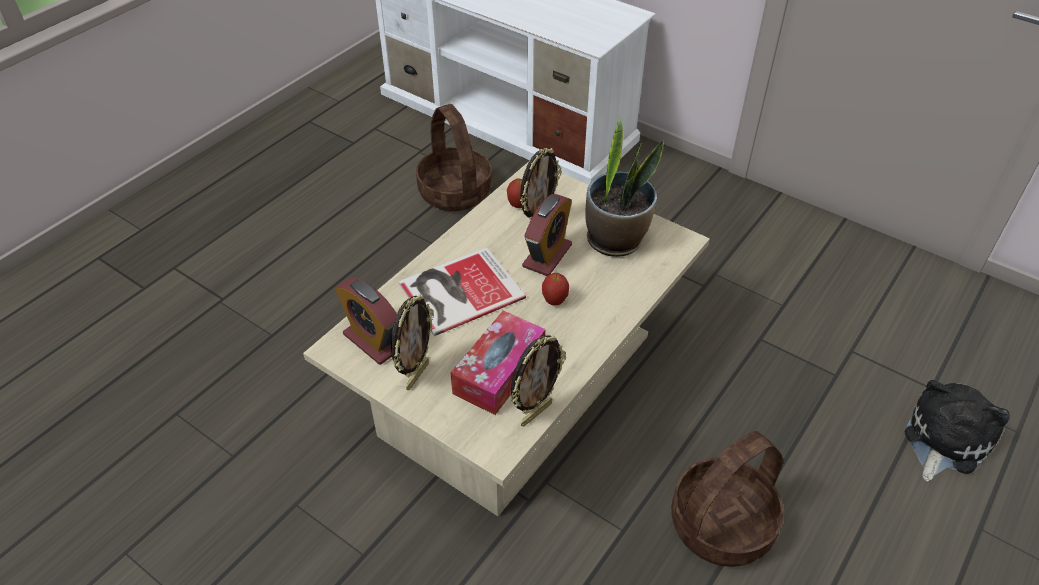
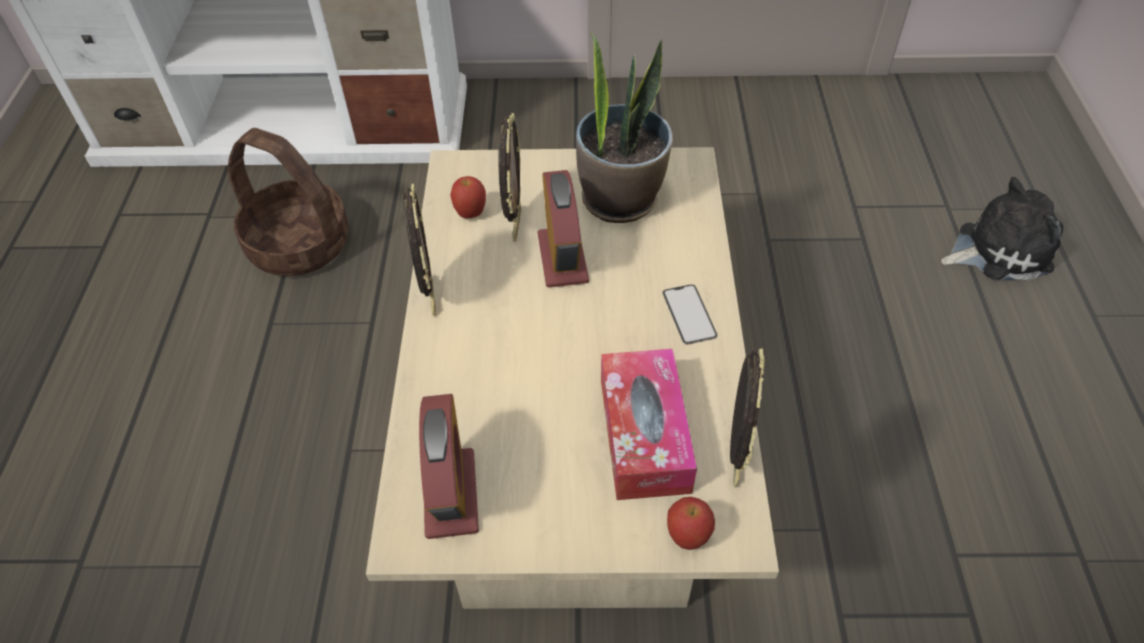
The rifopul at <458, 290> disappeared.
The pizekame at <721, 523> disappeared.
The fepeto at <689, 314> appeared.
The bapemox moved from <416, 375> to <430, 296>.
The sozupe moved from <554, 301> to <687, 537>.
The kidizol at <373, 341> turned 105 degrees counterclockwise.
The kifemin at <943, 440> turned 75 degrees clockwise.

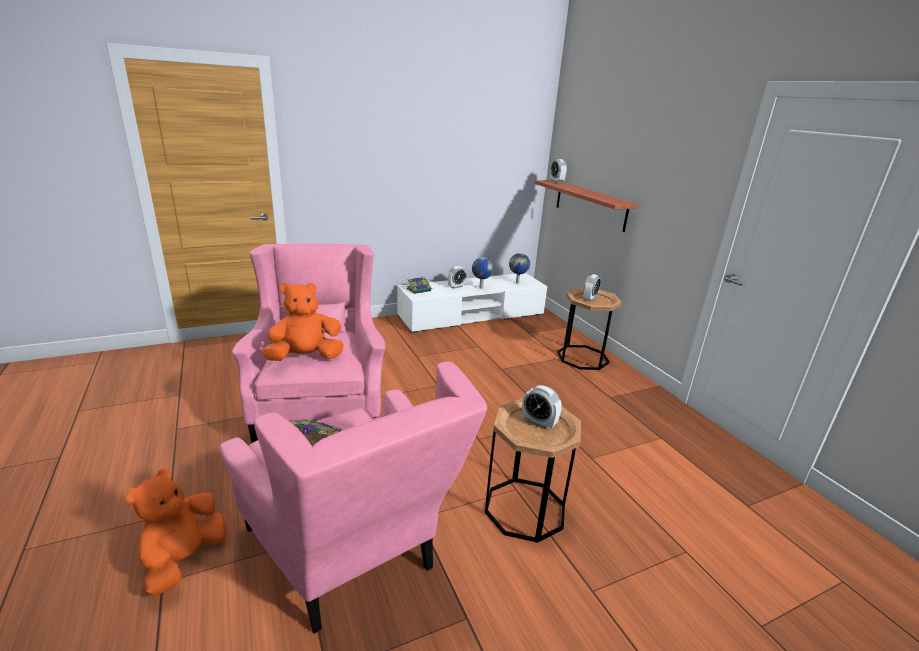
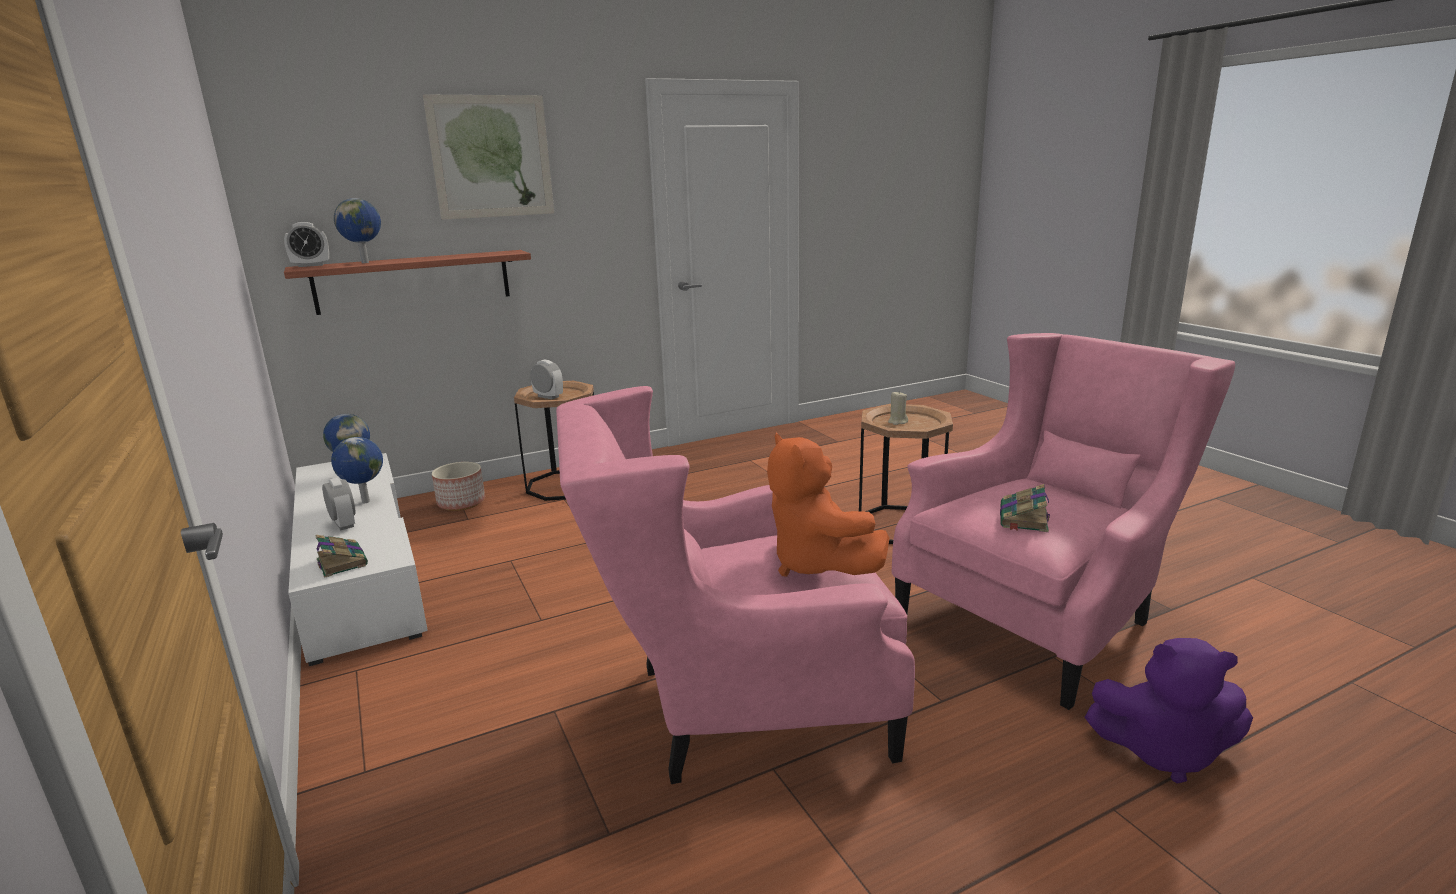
The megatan at <366, 262> appeared.
The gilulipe at <491, 157> appeared.
The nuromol at <461, 503> appeared.
The kidizol at <539, 422> was replaced by the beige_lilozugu at <897, 422>.
The orange_kifemin at <184, 559> became the purple_kifemin at <1162, 751>.

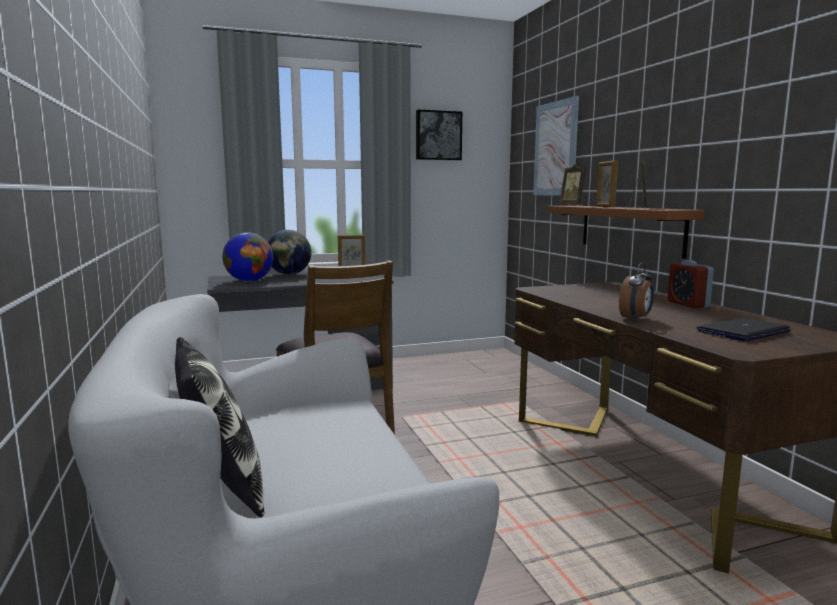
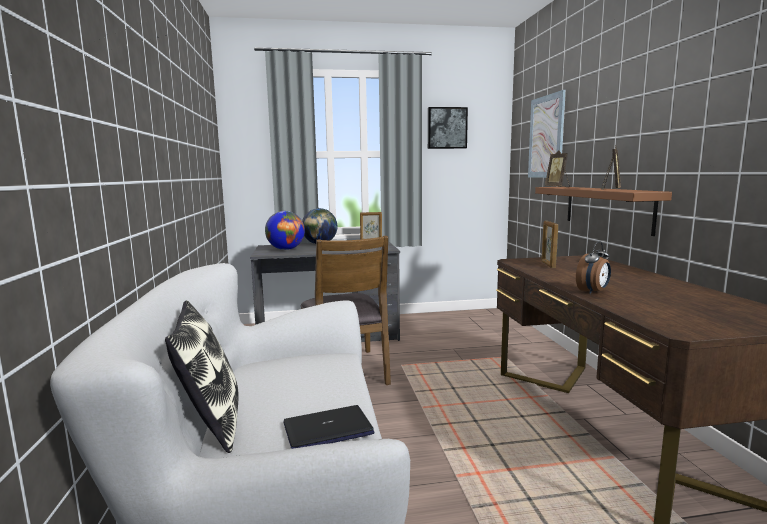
The kidizol at <687, 304> disappeared.
The bapemox moved from <605, 206> to <548, 265>.
The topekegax moved from <743, 331> to <328, 429>.

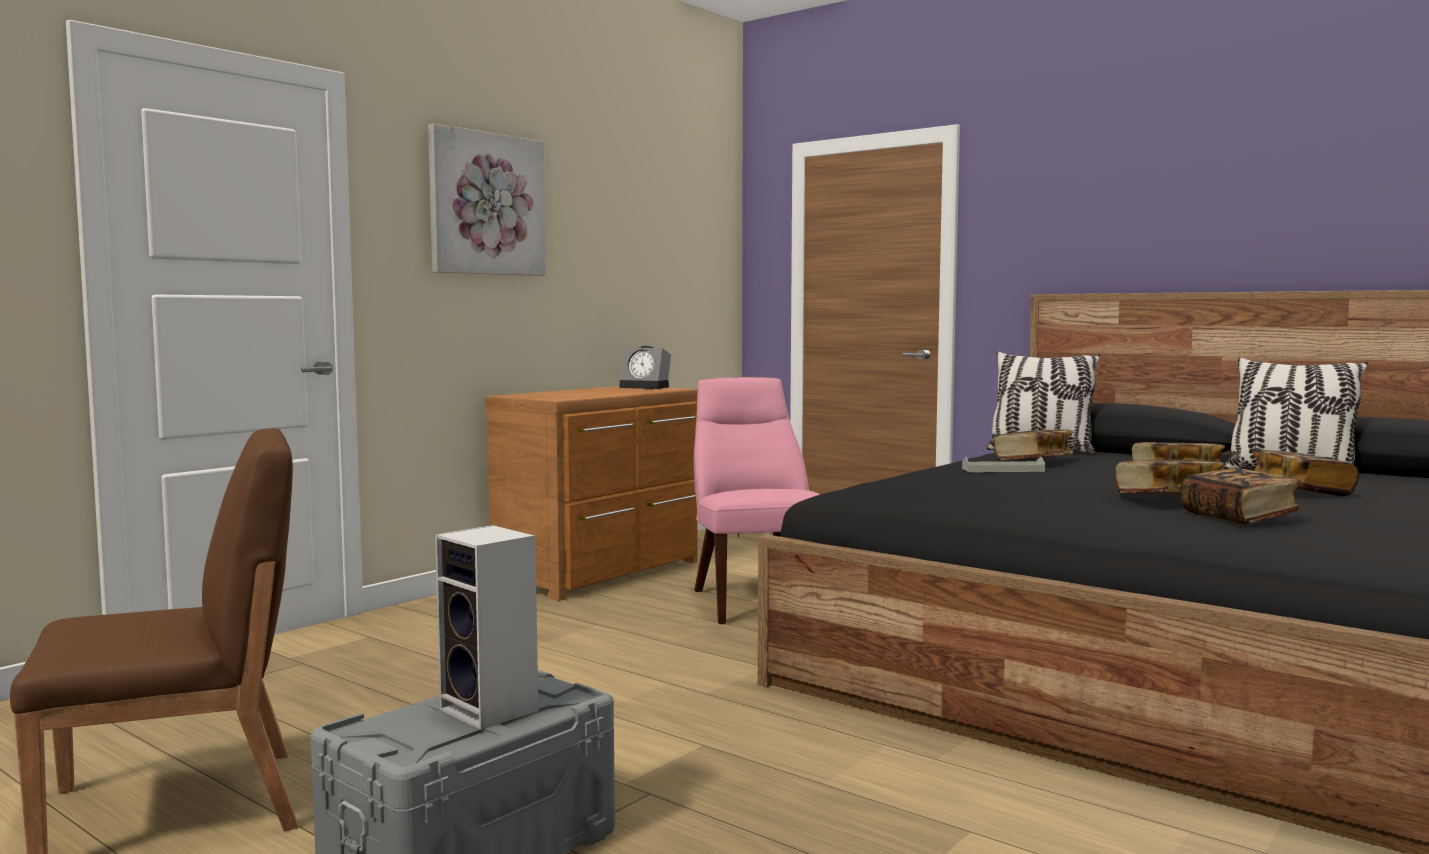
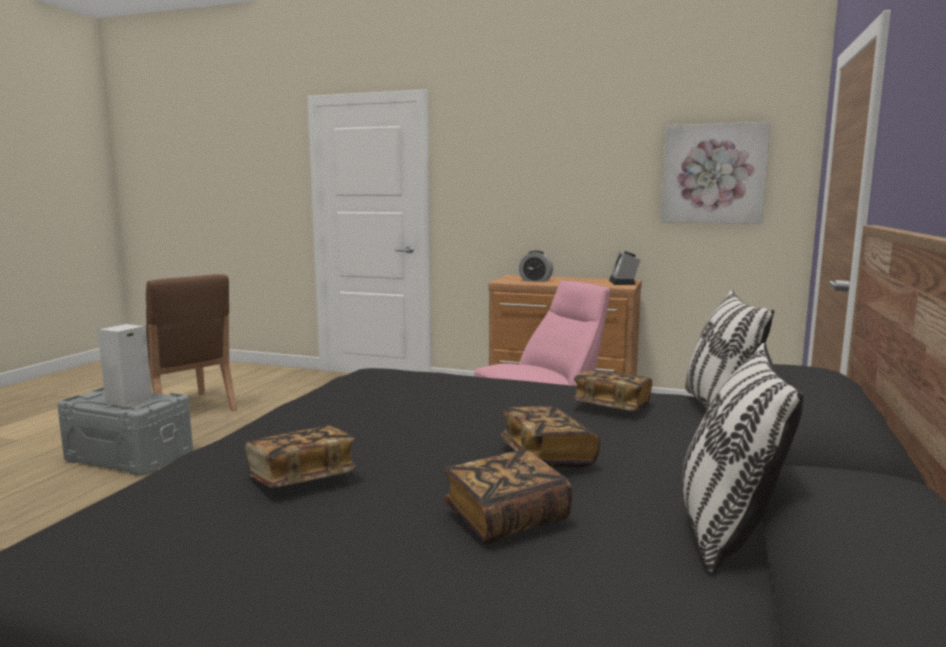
The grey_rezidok at <1003, 470> disappeared.
The rifopul at <1168, 498> disappeared.
The kidizol at <535, 280> appeared.
The gilulipe moved from <486, 204> to <713, 174>.

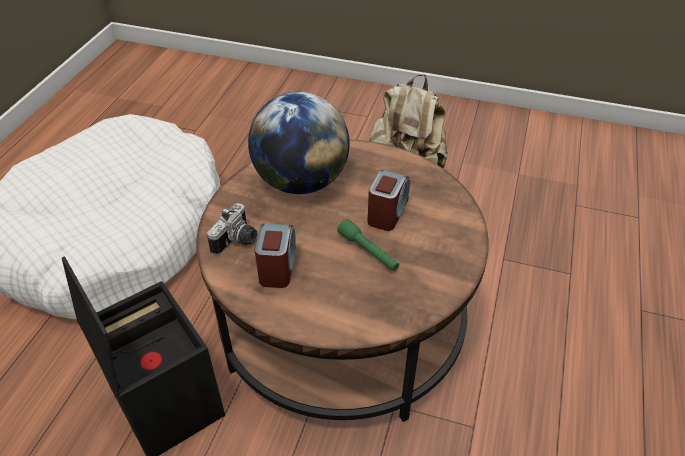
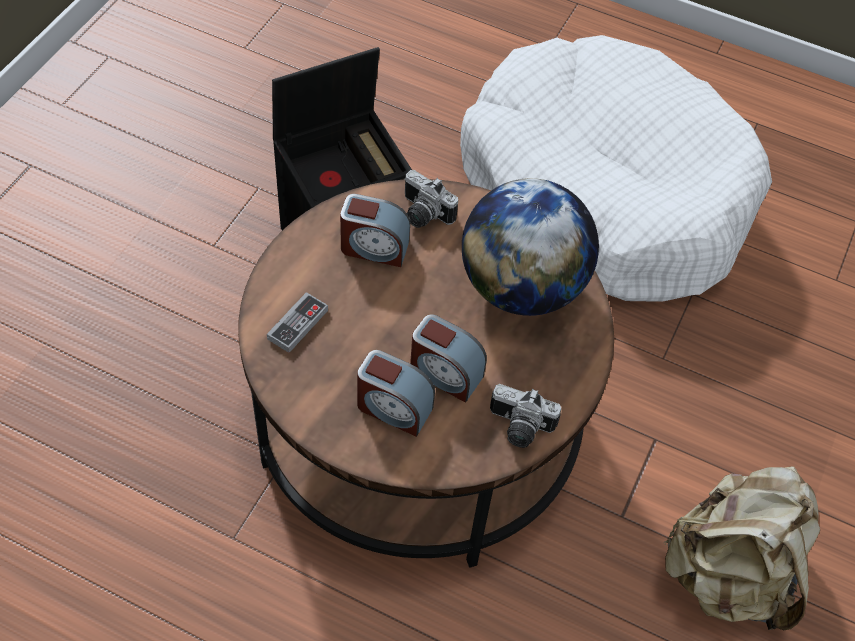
The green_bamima at <368, 252> disappeared.
The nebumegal at <298, 324> appeared.
The kidizol at <393, 408> appeared.
The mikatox at <518, 428> appeared.

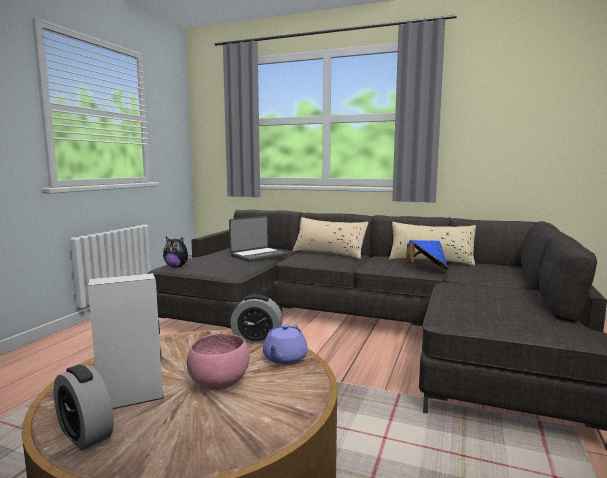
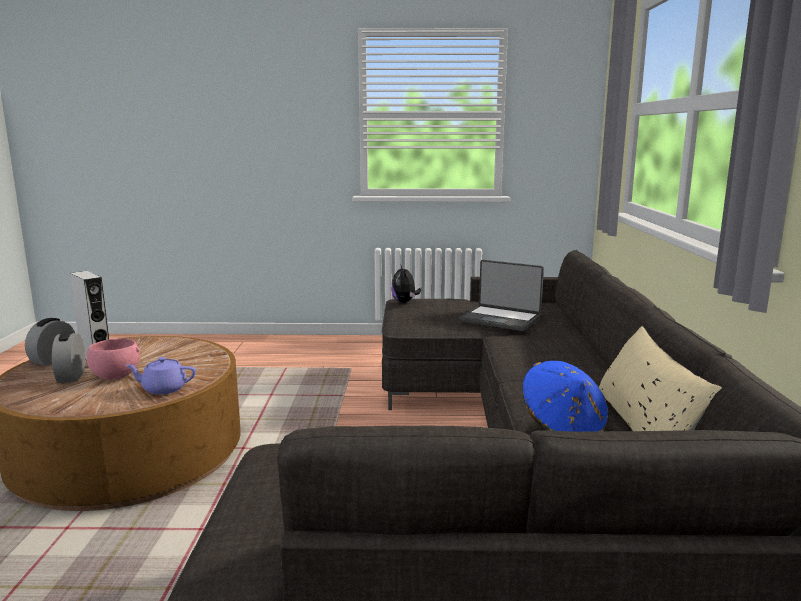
The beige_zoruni at <329, 253> disappeared.
The kidizol moved from <257, 339> to <71, 376>.

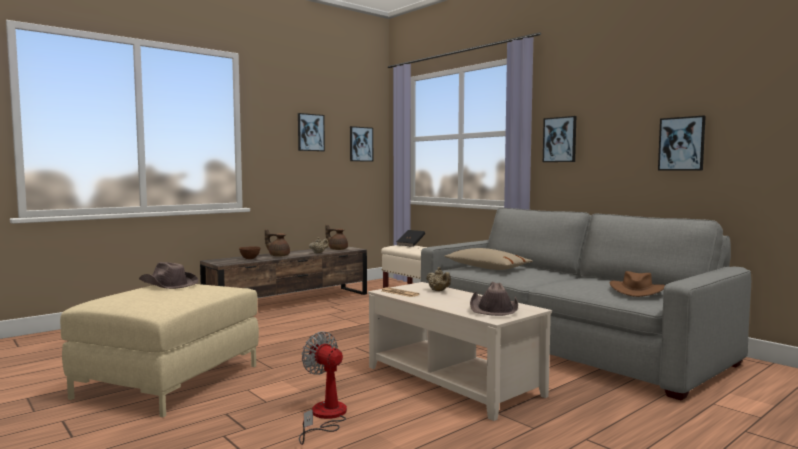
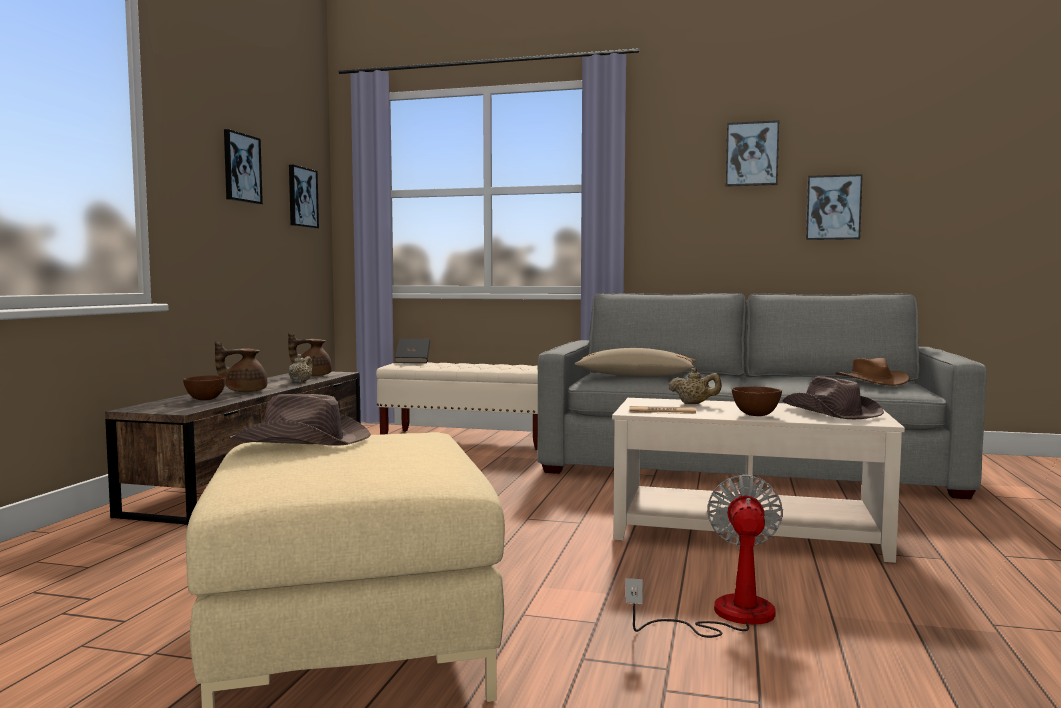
The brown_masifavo at <755, 415> appeared.
The gilulipe moved from <560, 139> to <752, 154>.
The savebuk at <325, 417> turned 90 degrees clockwise.

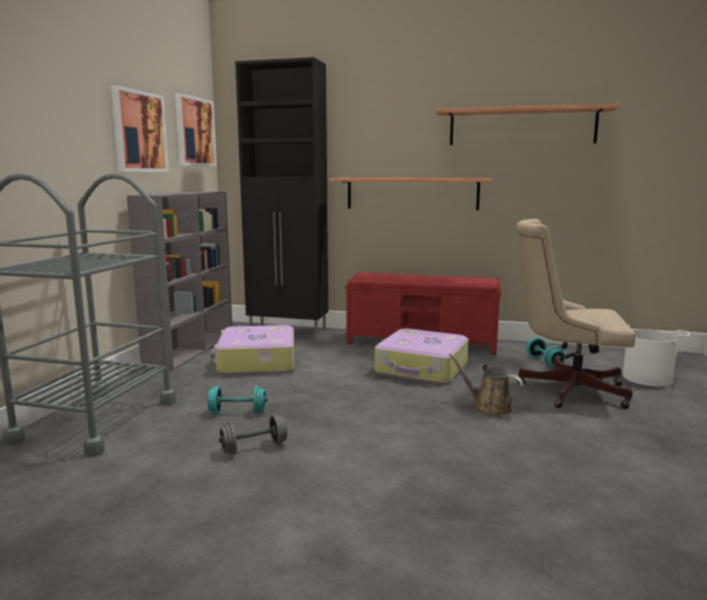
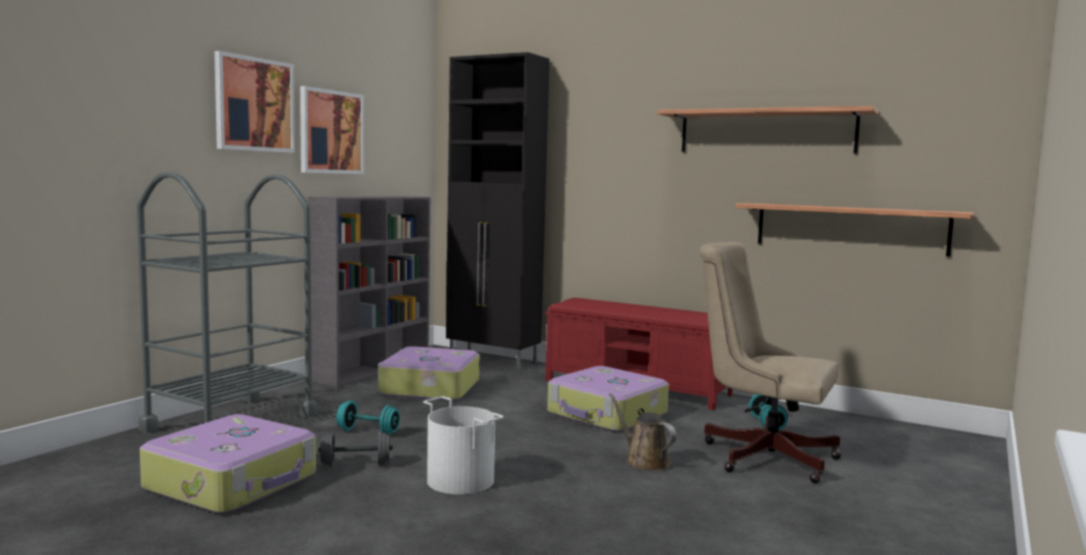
The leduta at <233, 482> appeared.
The gilulipe moved from <195, 132> to <254, 104>.
The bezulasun moved from <412, 193> to <850, 228>.
The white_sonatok moved from <647, 378> to <459, 481>.

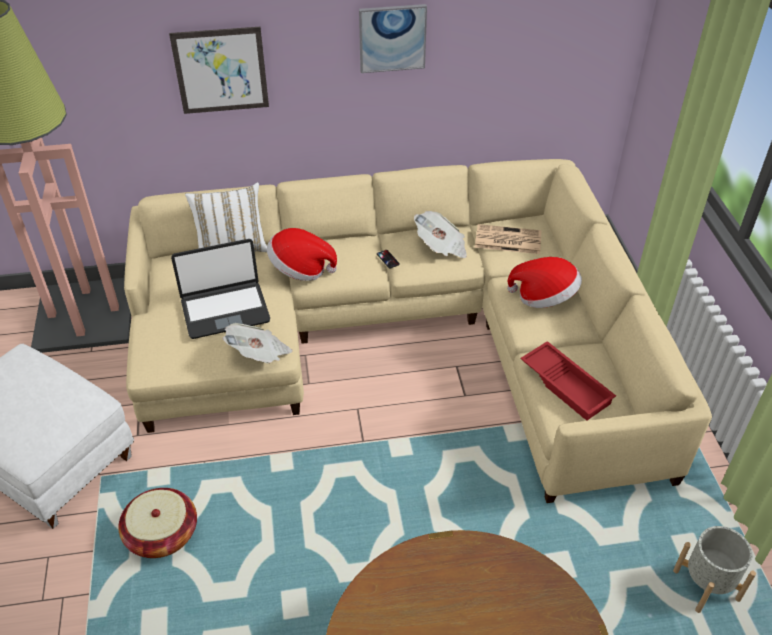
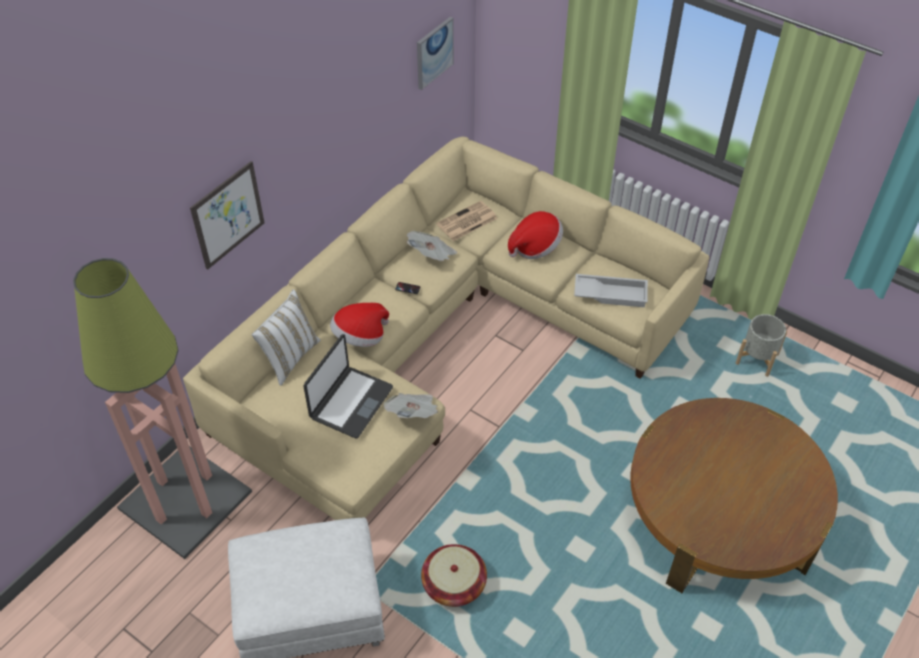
The gilulipe moved from <392, 38> to <434, 52>.
The red_rezidok at <567, 384> became the white_rezidok at <610, 293>.

